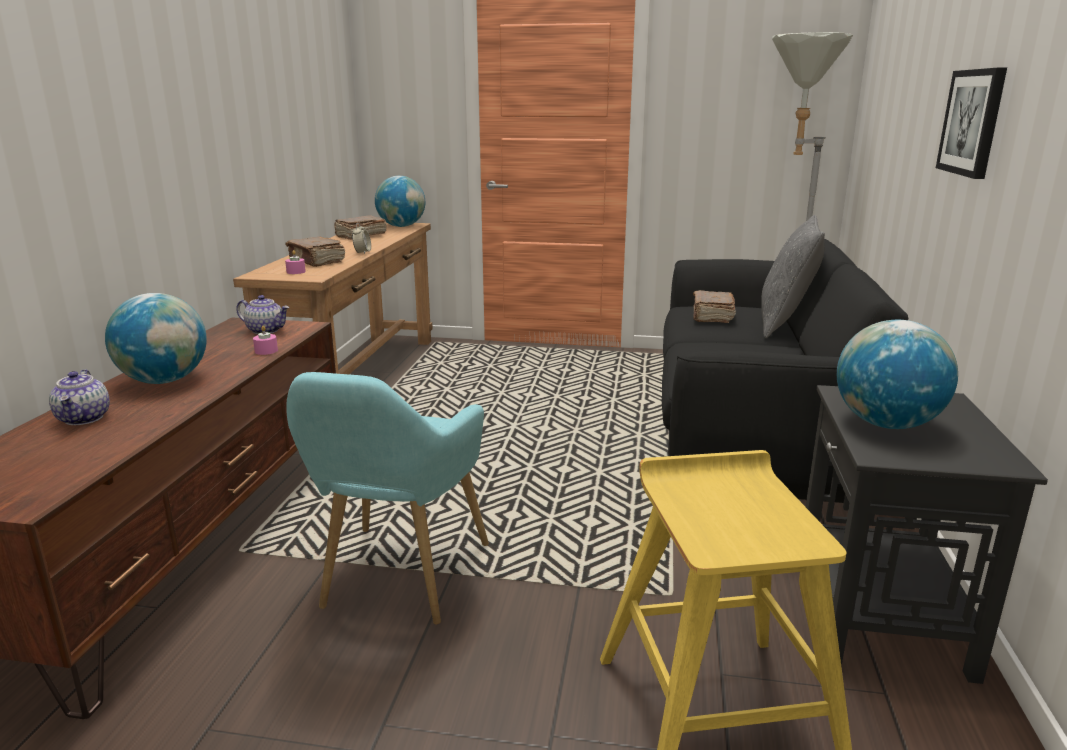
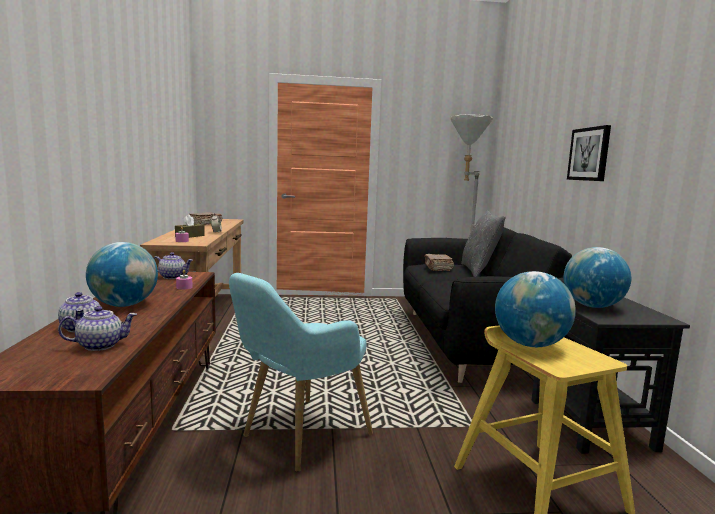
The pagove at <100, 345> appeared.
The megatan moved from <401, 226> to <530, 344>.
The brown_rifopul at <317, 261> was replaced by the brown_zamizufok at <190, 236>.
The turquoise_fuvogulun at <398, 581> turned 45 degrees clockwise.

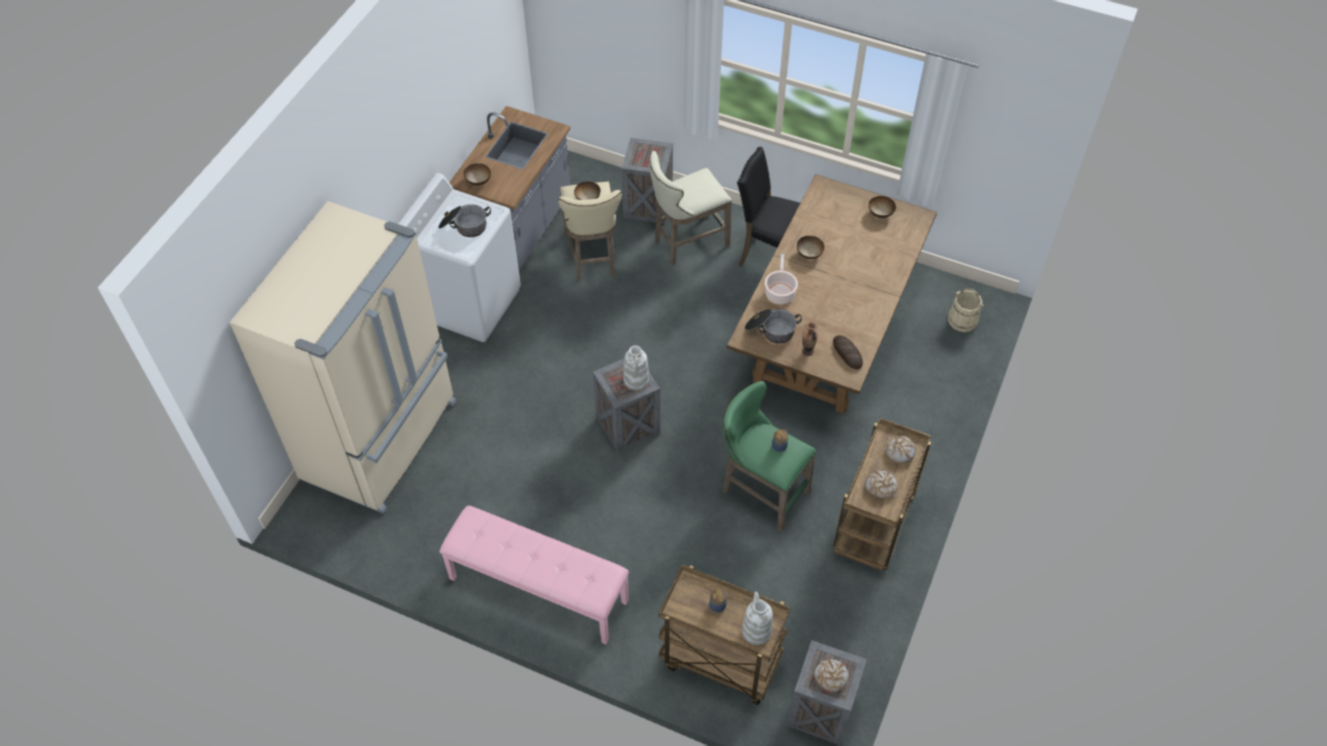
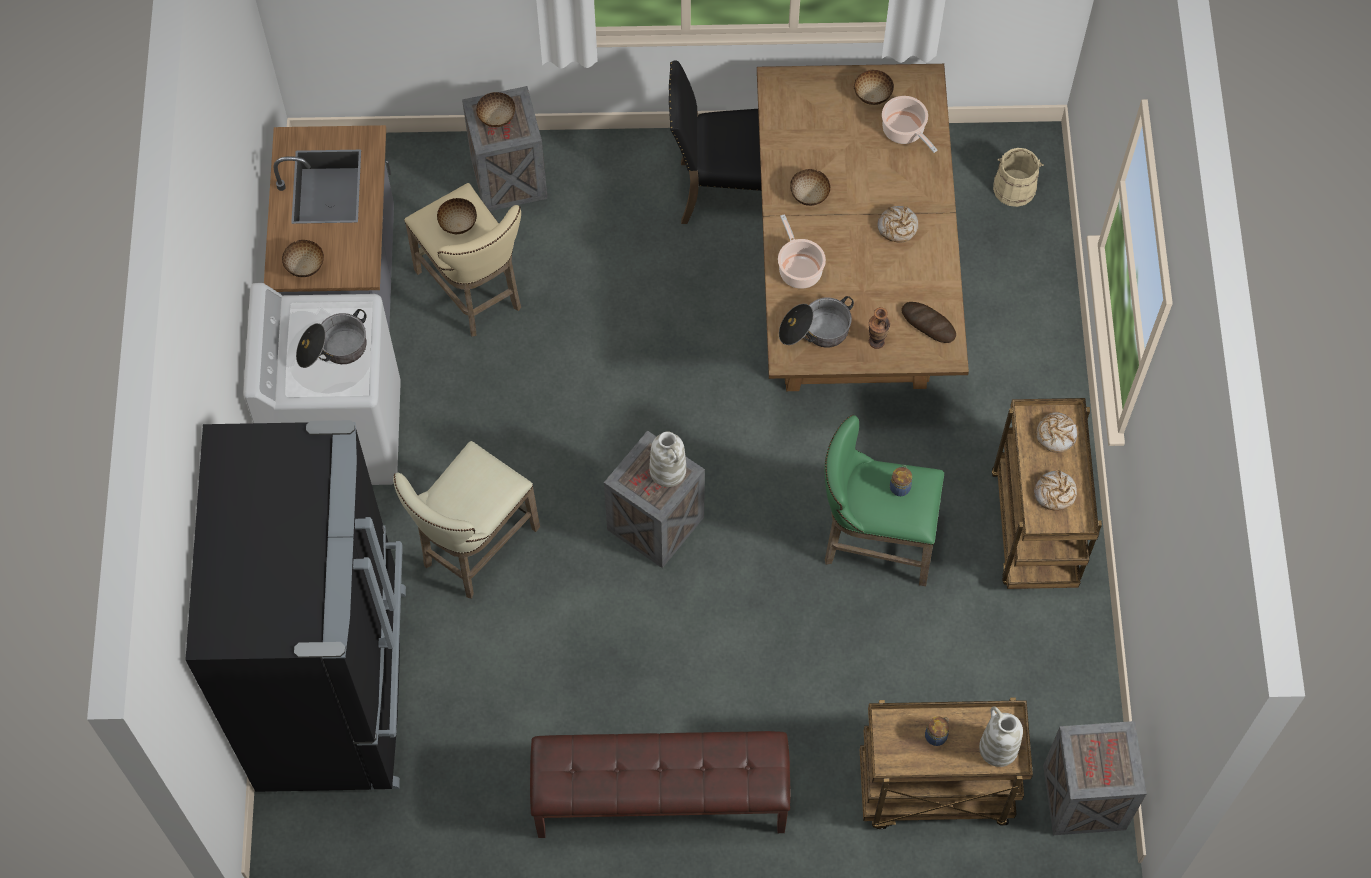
The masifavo at <496, 118> appeared.
The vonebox at <905, 131> appeared.
The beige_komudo moved from <686, 243> to <473, 549>.
The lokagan moved from <830, 677> to <897, 227>.
The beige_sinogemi at <383, 440> became the black_sinogemi at <337, 686>.
The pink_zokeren at <537, 590> became the brown_zokeren at <660, 801>.

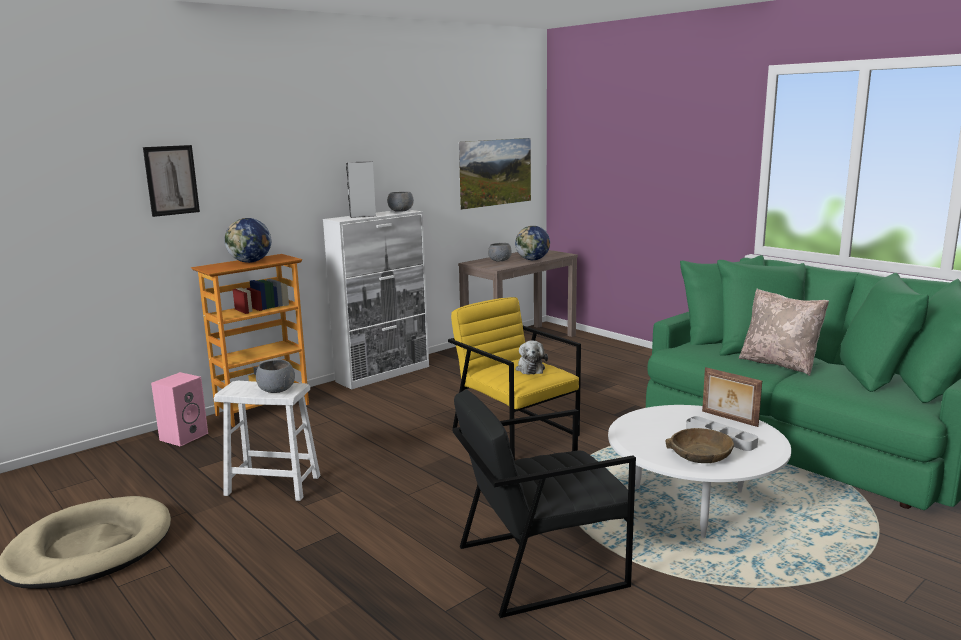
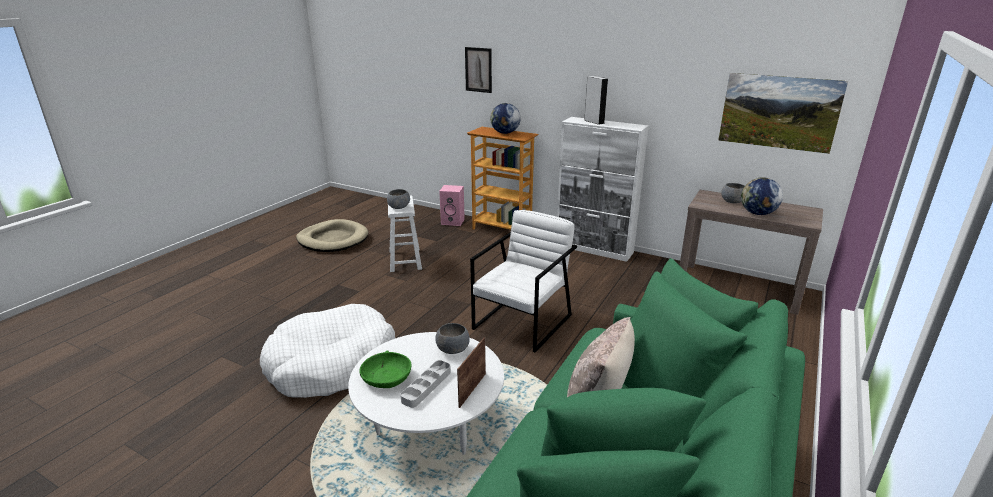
The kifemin at <530, 368> disappeared.
The grey_masifavo moved from <401, 211> to <453, 349>.
The black_fuvogulun at <540, 565> was replaced by the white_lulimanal at <332, 364>.
The yellow_fuvogulun at <515, 432> became the white_fuvogulun at <523, 322>.
The brown_masifavo at <700, 455> became the green_masifavo at <386, 377>.

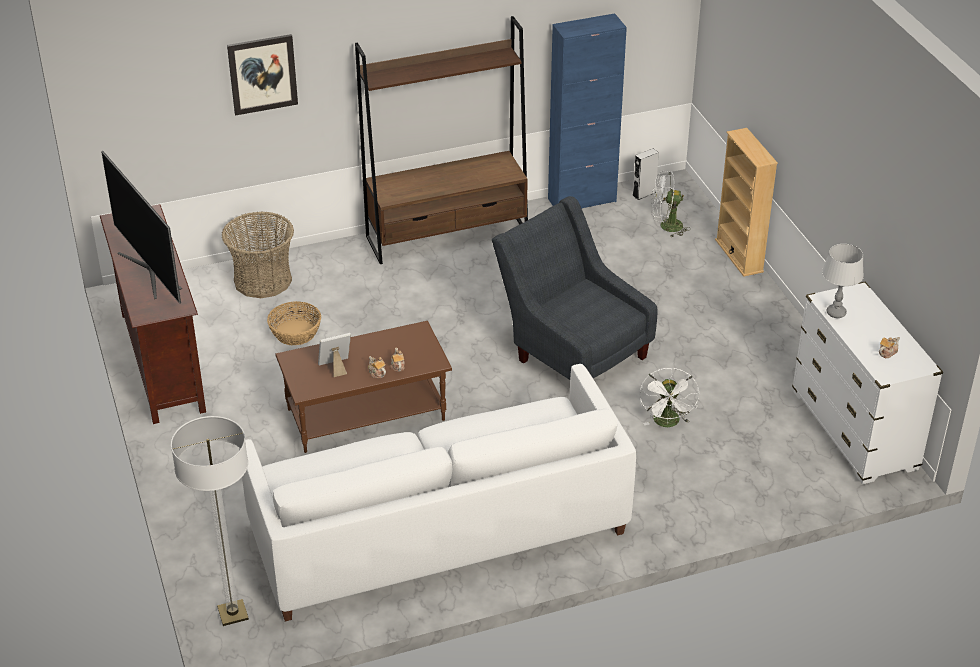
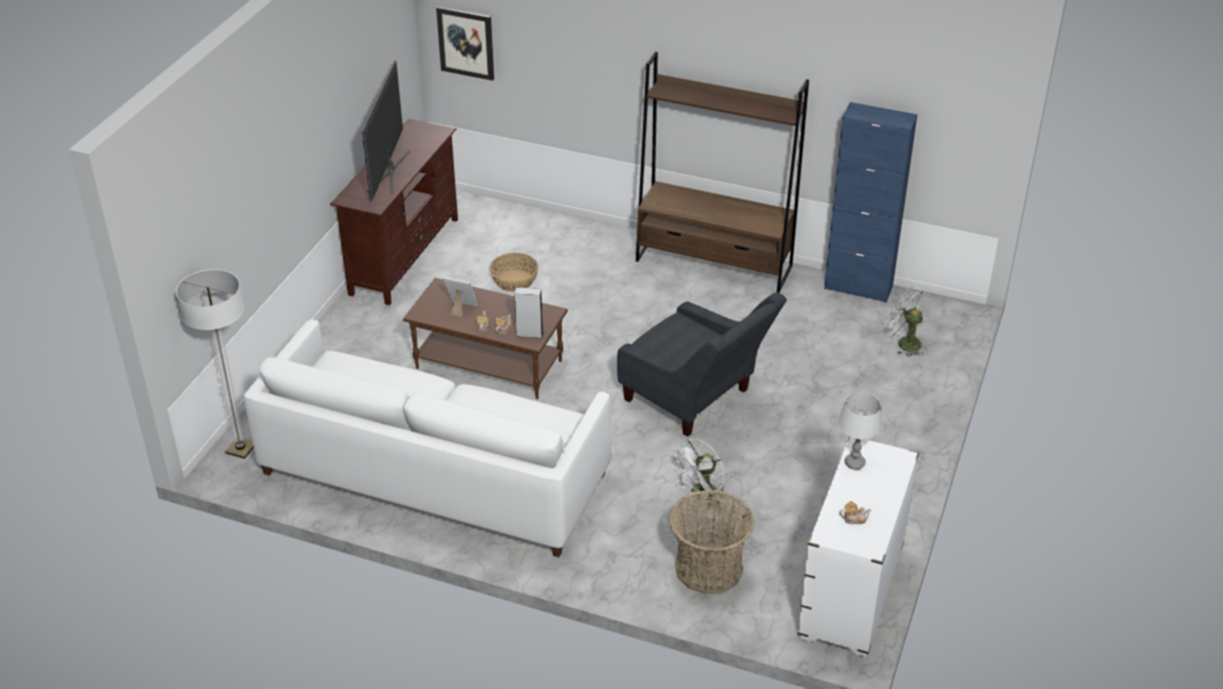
The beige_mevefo at <739, 256> disappeared.
The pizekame moved from <263, 280> to <708, 568>.
The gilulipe moved from <262, 74> to <466, 43>.
The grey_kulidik moved from <644, 194> to <529, 334>.
The grey_fuvogulun at <572, 352> turned 135 degrees clockwise.

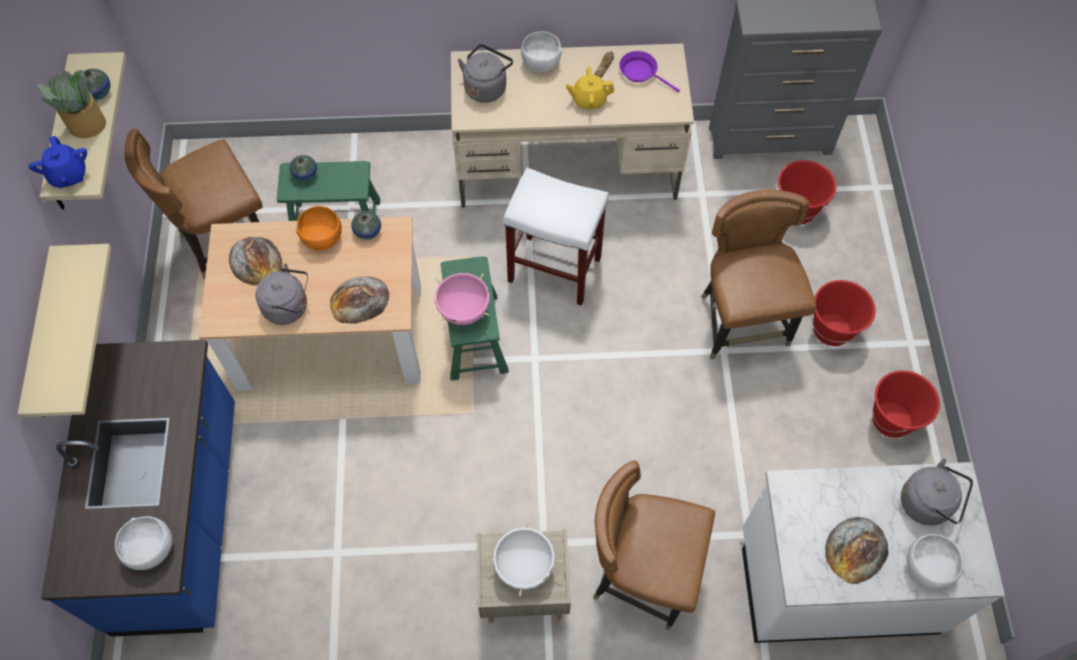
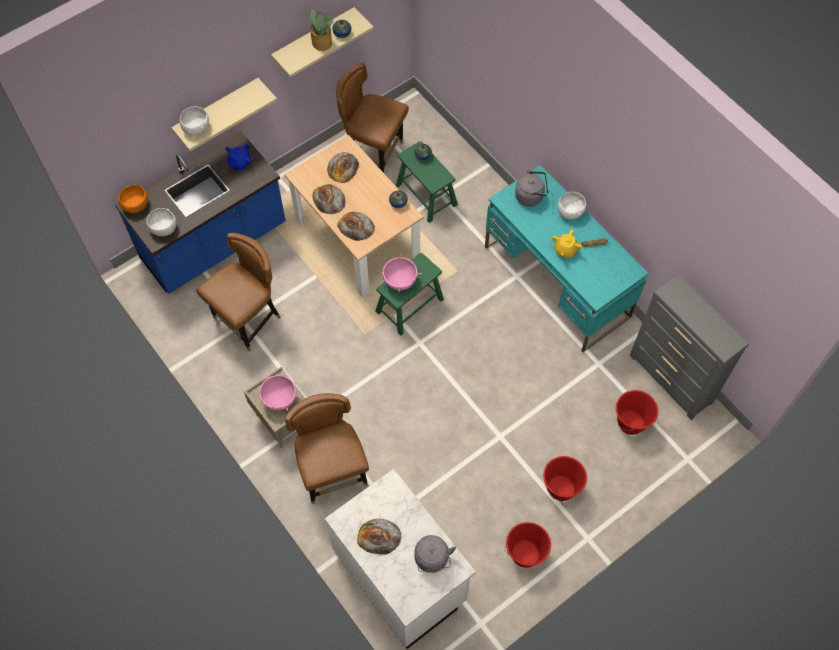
The white_komudo at <553, 269> disappeared.
The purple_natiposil at <641, 72> disappeared.
The blue_pagove moved from <68, 175> to <240, 163>.
The orange_masifavo moved from <322, 237> to <136, 205>.
The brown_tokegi moved from <741, 322> to <248, 320>.
The white_masifavo moved from <927, 568> to <196, 128>.
The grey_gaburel at <289, 307> was replaced by the lokagan at <328, 199>.
The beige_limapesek at <568, 166> became the turquoise_limapesek at <557, 282>.
The white_vonebox at <524, 566> became the pink_vonebox at <279, 399>.
The yellow_pagove at <589, 100> turned 120 degrees counterclockwise.

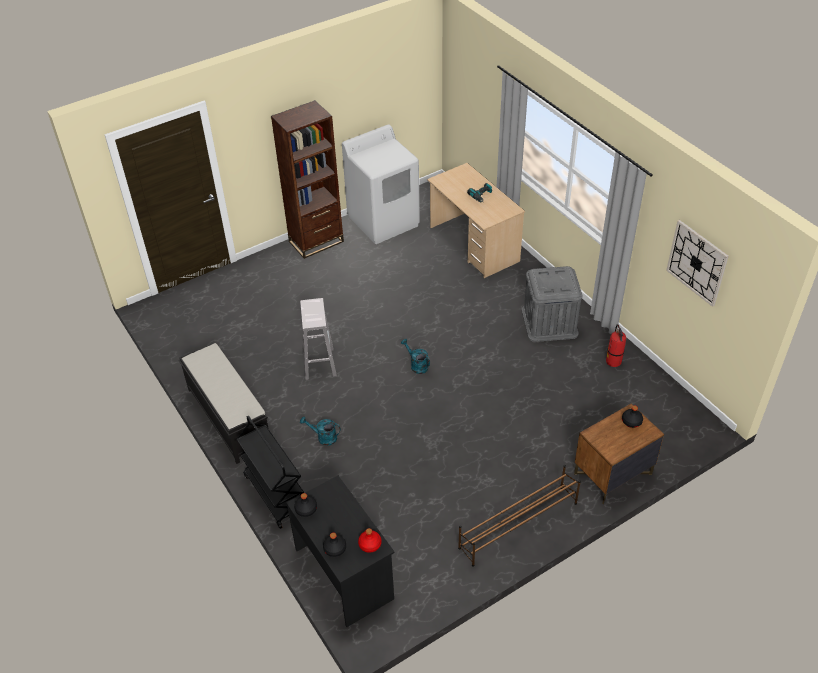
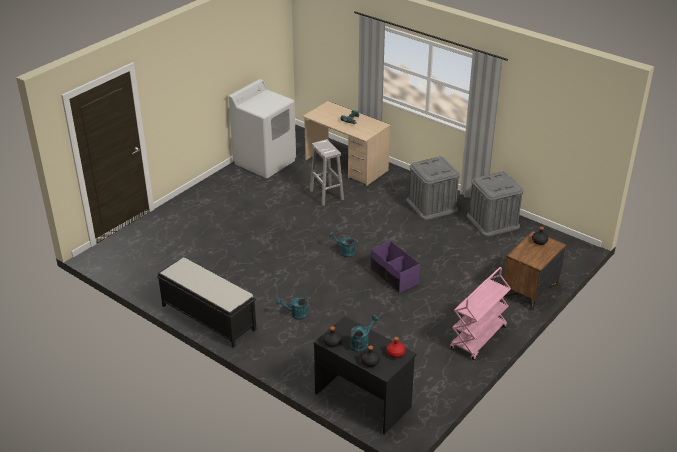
The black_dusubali at <275, 494> disappeared.
The brown_mevefo at <316, 241> disappeared.
The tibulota at <697, 262> disappeared.
The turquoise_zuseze at <361, 343> appeared.
The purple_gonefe at <394, 276> appeared.
The white_komudo moved from <319, 363> to <326, 195>.
The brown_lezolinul at <517, 525> was replaced by the pink_dusubali at <478, 338>.
The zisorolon at <613, 361> was replaced by the grey_gonefe at <493, 221>.

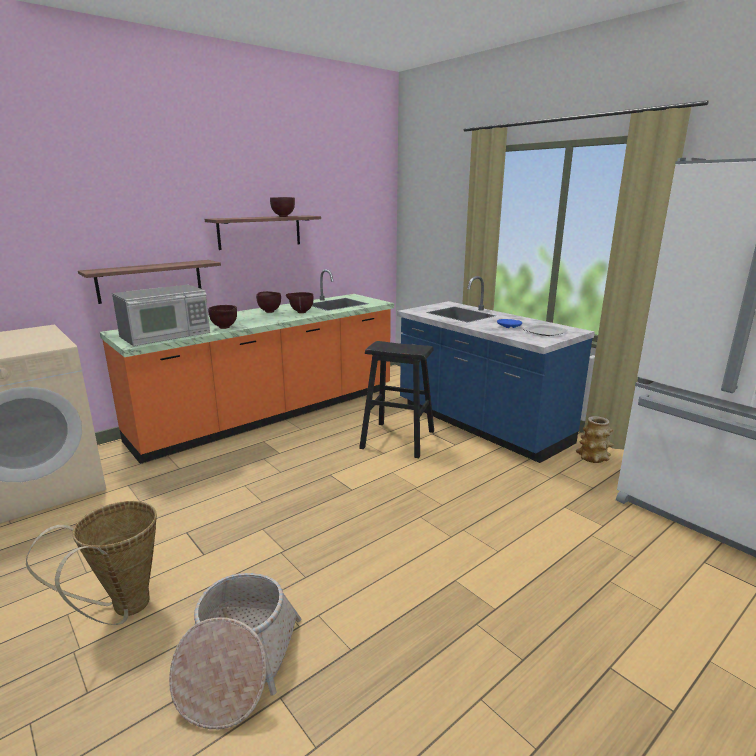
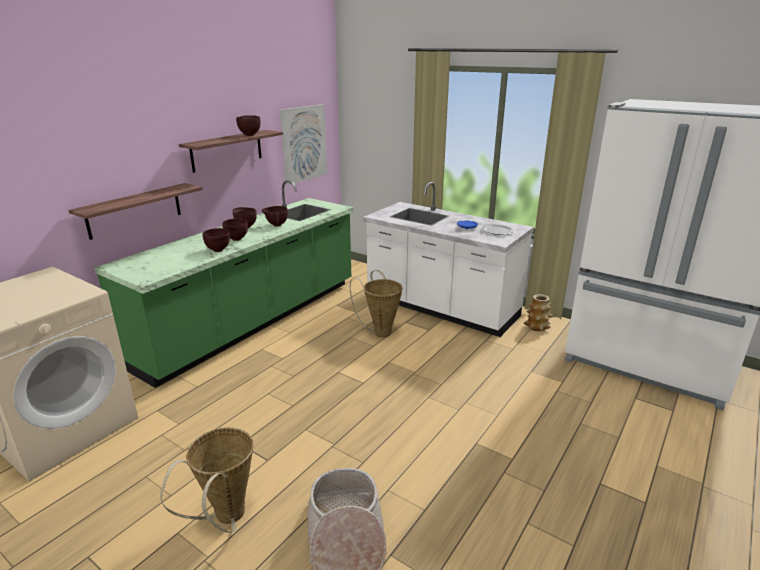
The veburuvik at <166, 335> disappeared.
The brown_masifavo at <236, 240> appeared.
The gilulipe at <304, 143> appeared.
The black_komudo at <398, 439> was replaced by the pizekame at <380, 331>.
The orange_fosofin at <271, 414> became the green_fosofin at <254, 321>.
The blue_fosofin at <480, 424> became the white_fosofin at <441, 308>.

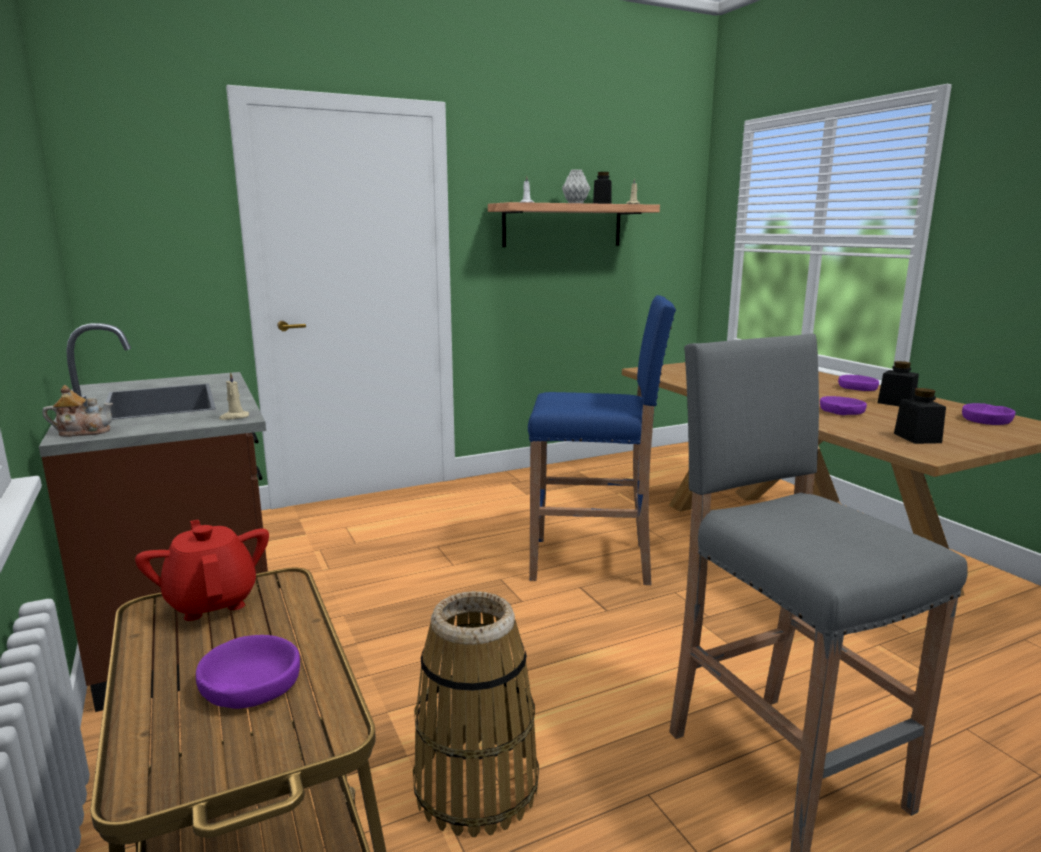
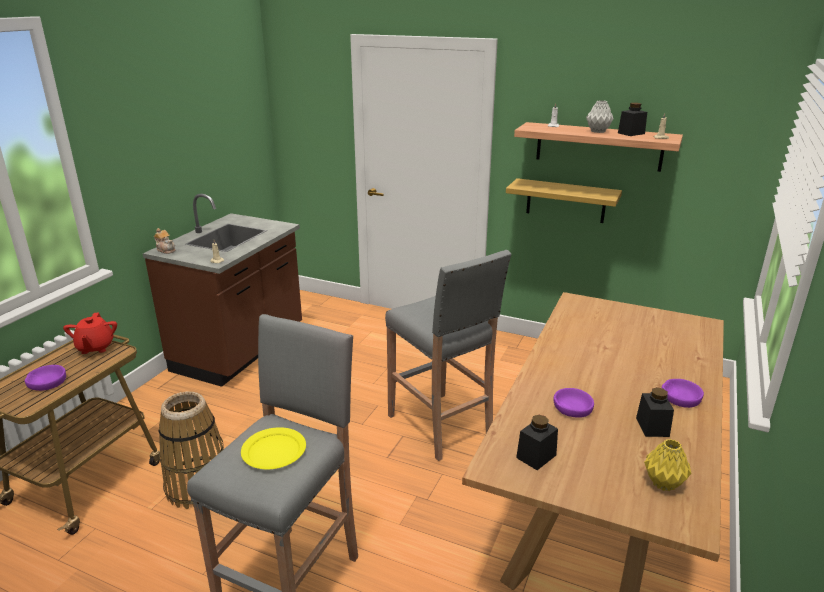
The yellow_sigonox at <274, 451> appeared.
The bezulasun at <565, 201> appeared.
The purple_masifavo at <986, 420> was replaced by the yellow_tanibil at <663, 484>.
The blue_komudo at <593, 561> became the grey_komudo at <441, 426>.
The red_pagove at <212, 601> turned 150 degrees clockwise.

